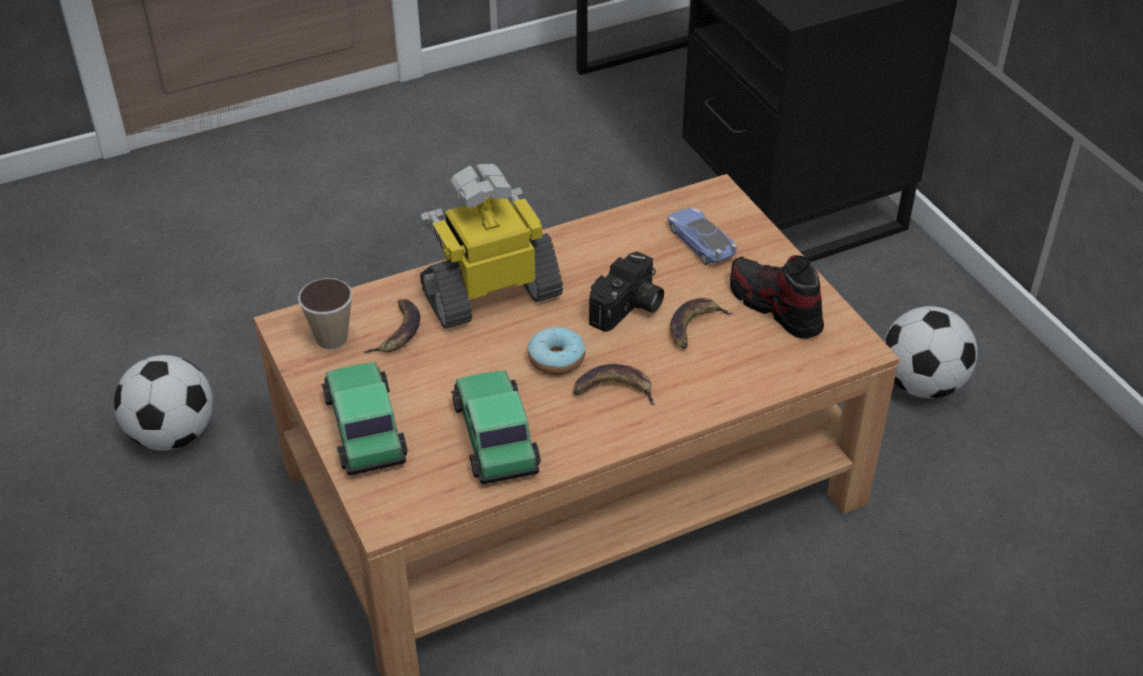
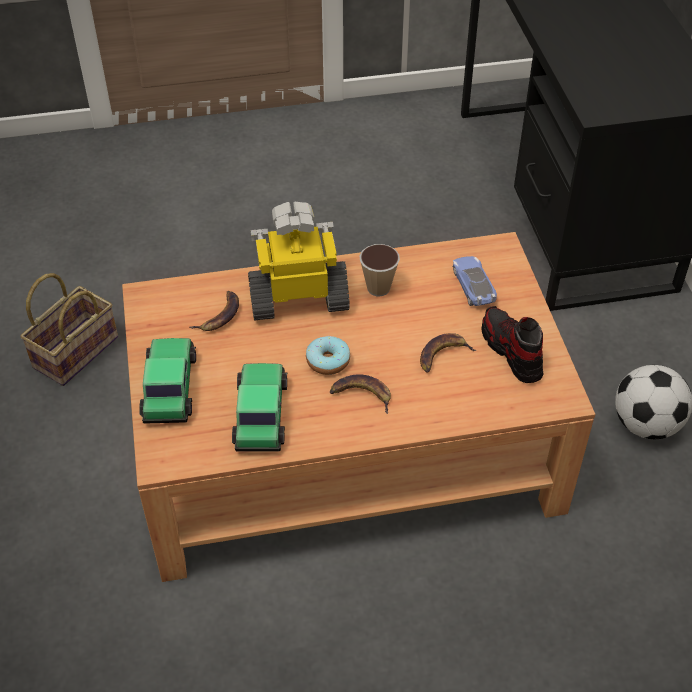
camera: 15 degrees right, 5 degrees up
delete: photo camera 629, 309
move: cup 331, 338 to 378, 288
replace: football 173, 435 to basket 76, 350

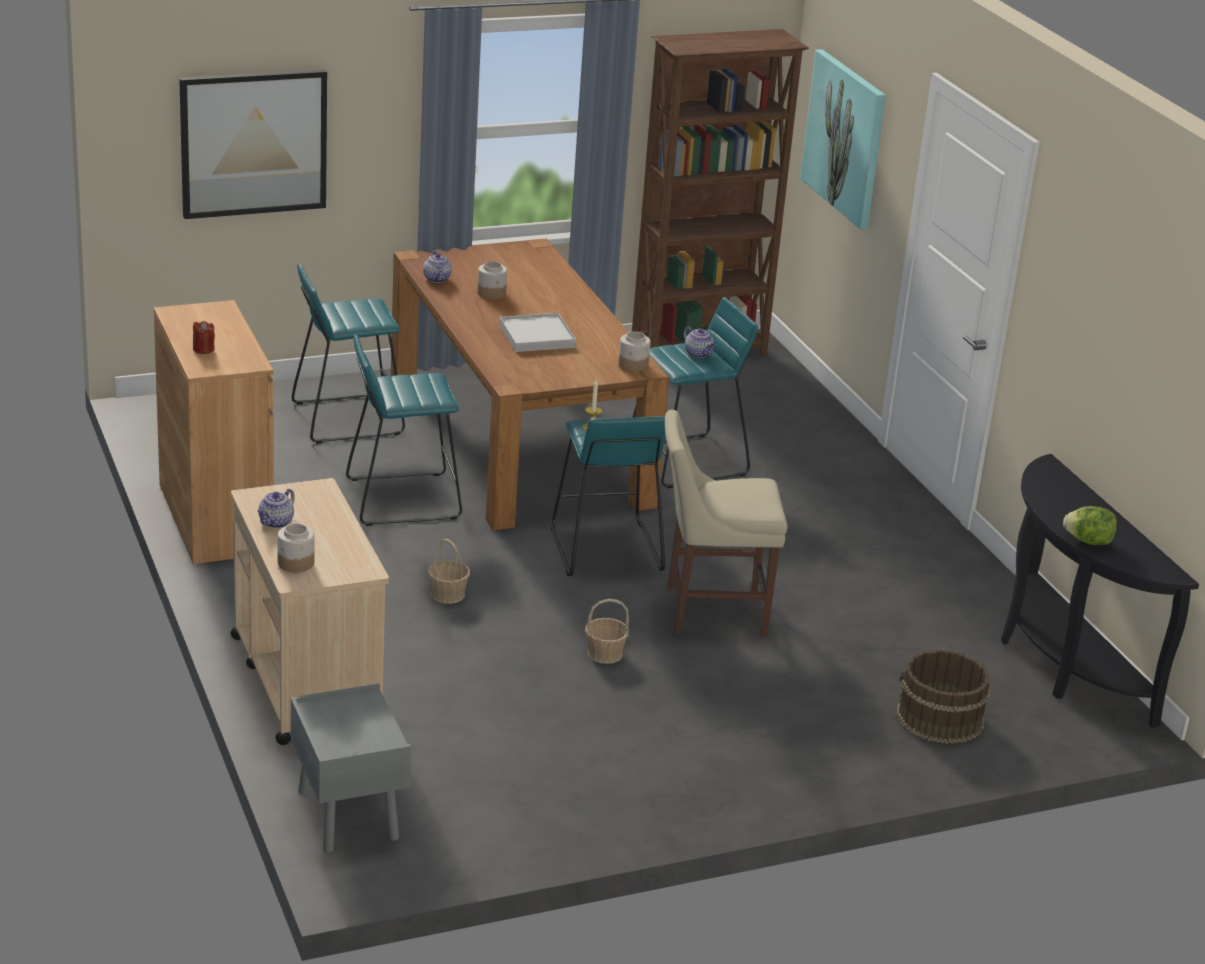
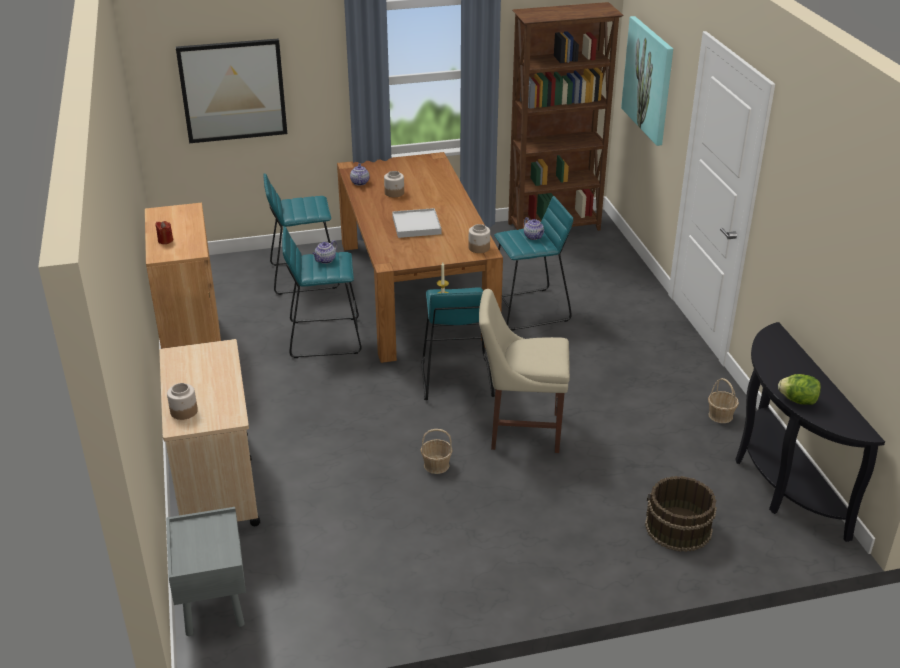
camera: 10 degrees right, 5 degrees up
move: teapot 276, 523 to 325, 260; basket 448, 594 to 720, 415

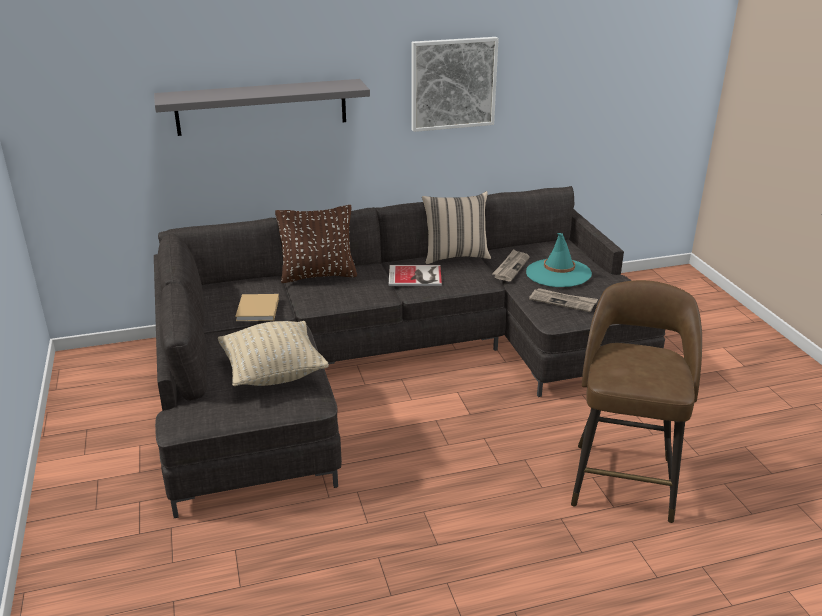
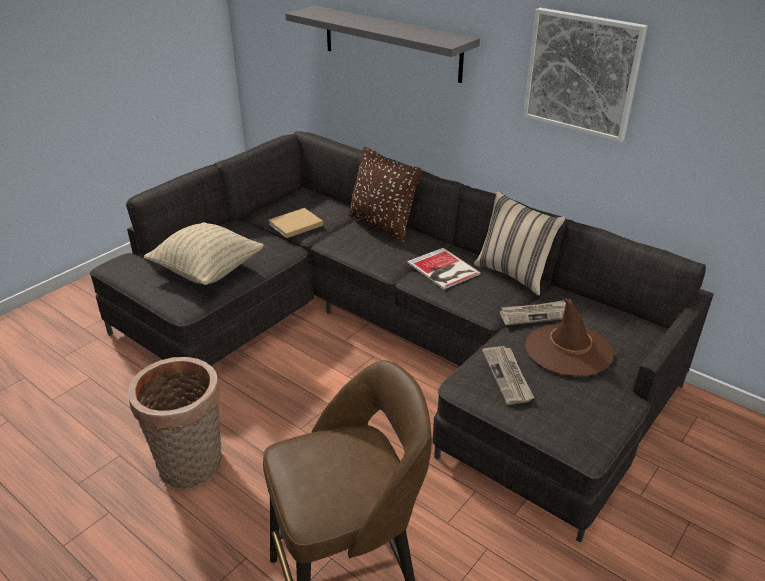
camera: 55 degrees right, 5 degrees up
insert: basket 191, 468
recolor: hat in turquoise 558, 273 to hat in brown 568, 350

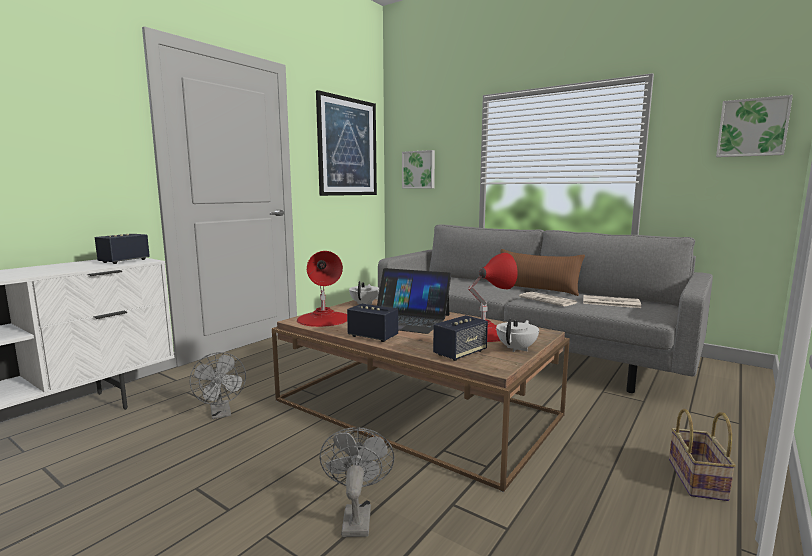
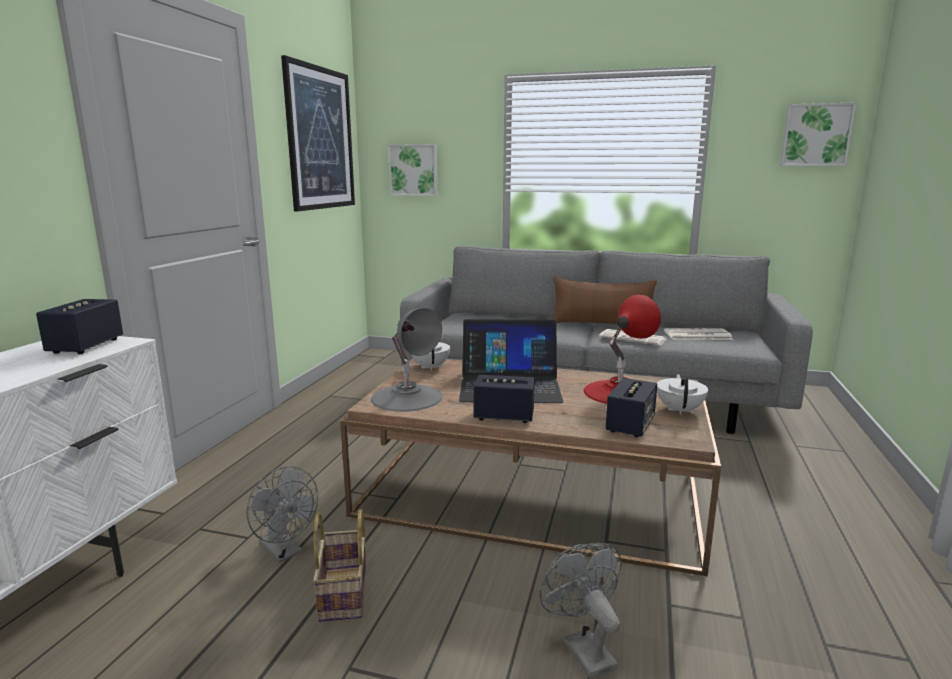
camera: 20 degrees left, 5 degrees up
move: basket 699, 480 to 344, 594
recolor: table lamp in red 323, 319 to table lamp in grey 407, 397

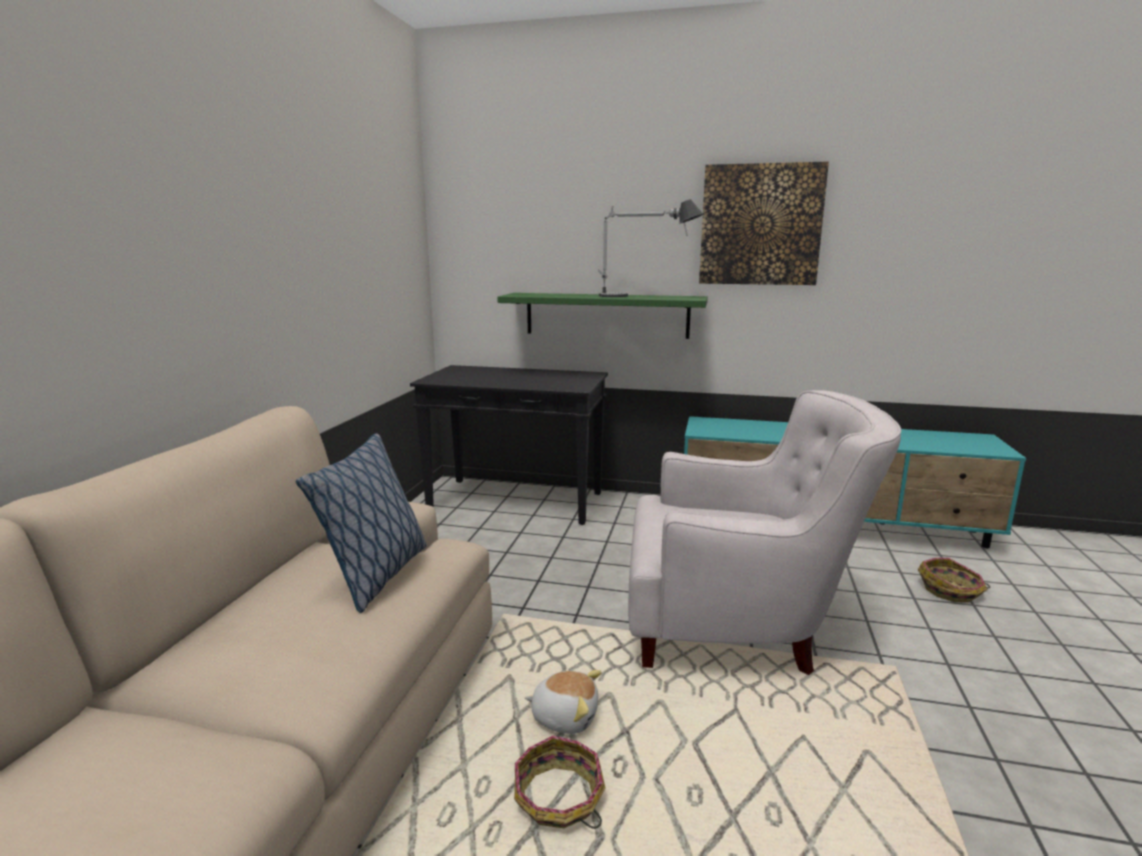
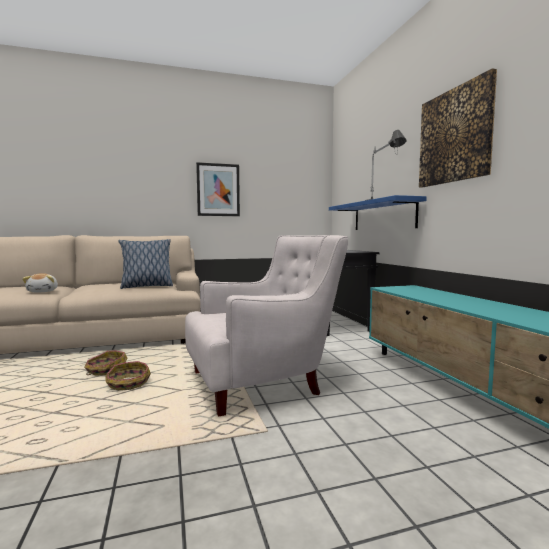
camera: 60 degrees right, 10 degrees down
insert: picture 218, 190
move: plush toy 565, 716 to 43, 291; basket 951, 590 to 128, 384
recolor: shelf in green 606, 315 to shelf in blue 383, 216
rotate: armchair in white 737, 625 = 265, 381 90 degrees counterclockwise

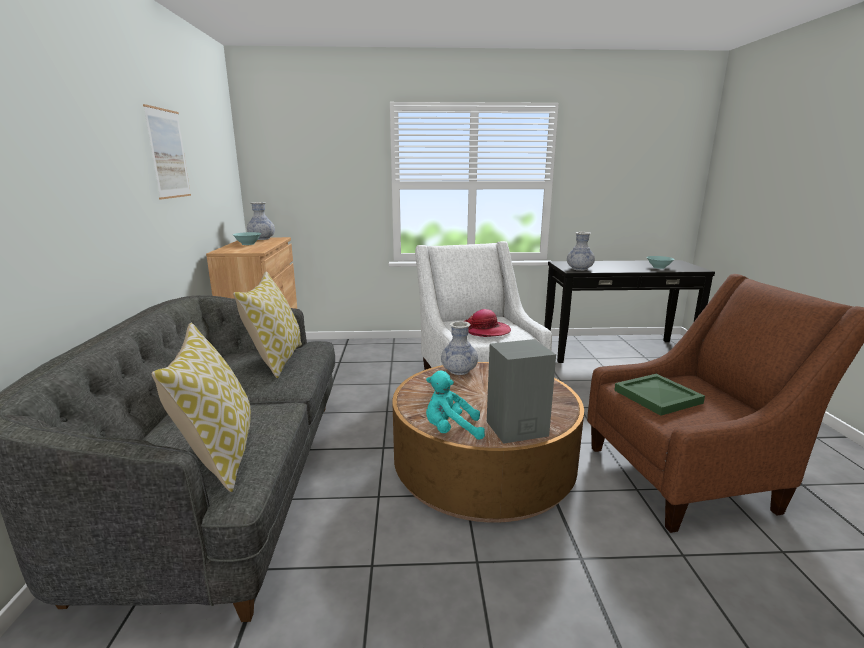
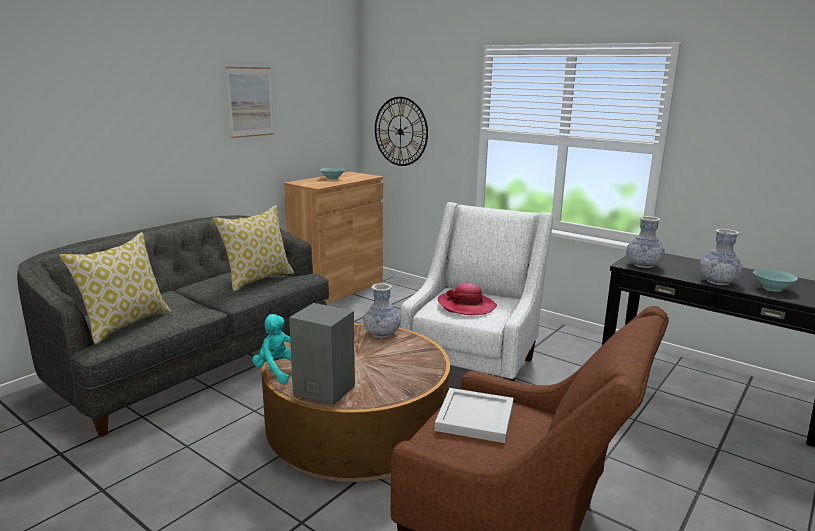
camera: 40 degrees right, 0 degrees up
insert: wall clock 400, 131
move: vase 262, 239 to 718, 281
recolor: tray in green 657, 396 to tray in white 476, 417

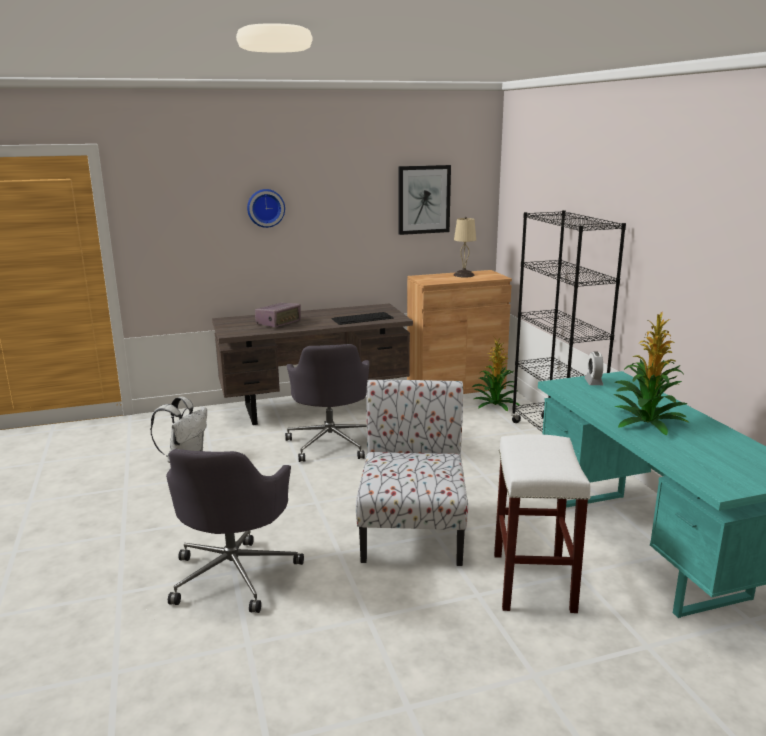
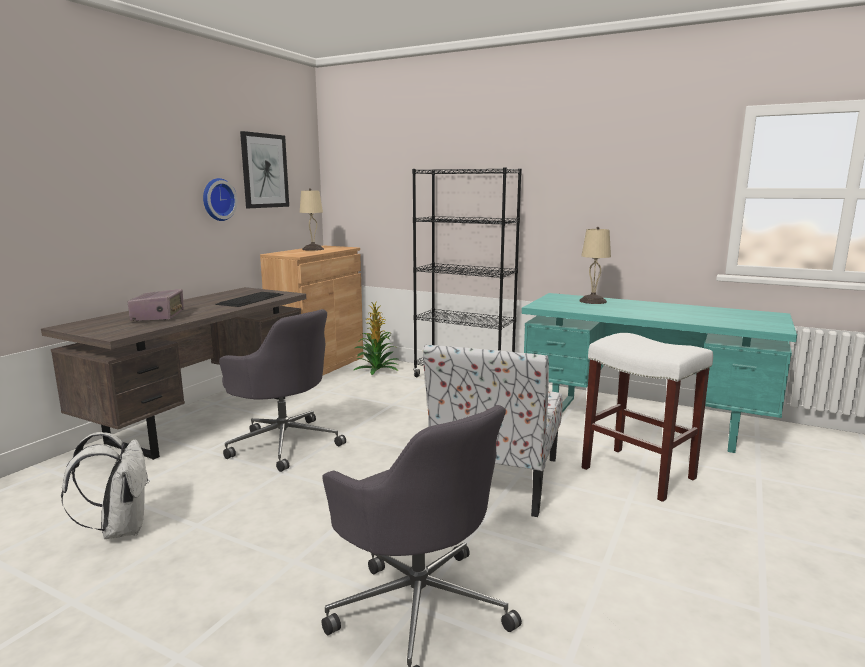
camera: 45 degrees left, 5 degrees down
delete: alarm clock 593, 382; potted plant 647, 423
insert: table lamp in beige 593, 301
move: wall clock 265, 208 to 217, 199
rotate: chair 412, 529 = 495, 479 120 degrees counterclockwise

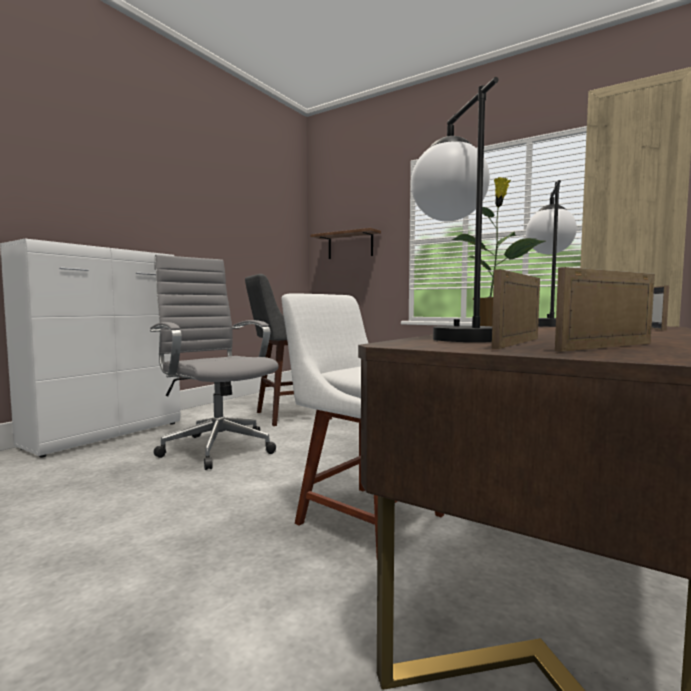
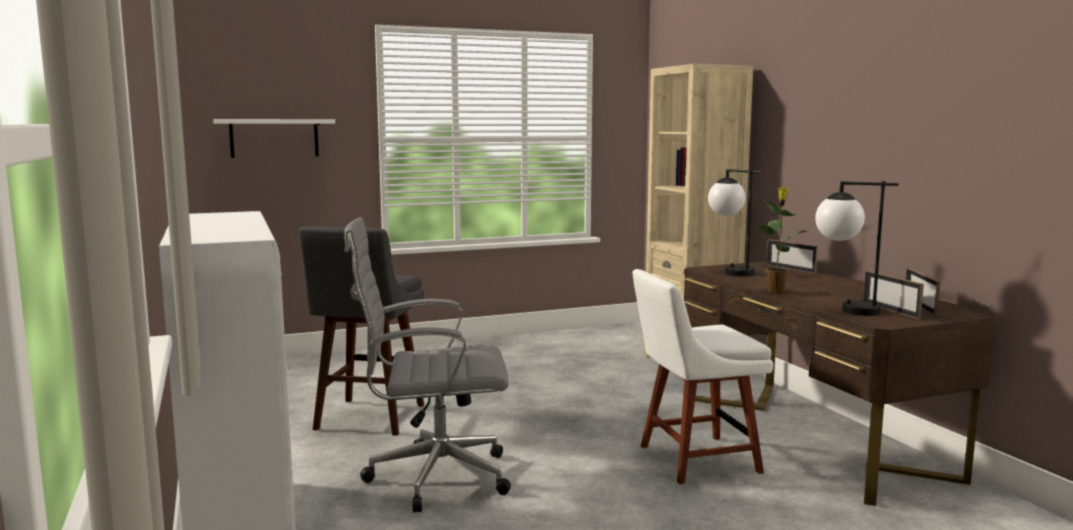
camera: 55 degrees left, 5 degrees up
recolor: shelf in brown 350, 245 to shelf in white 274, 138

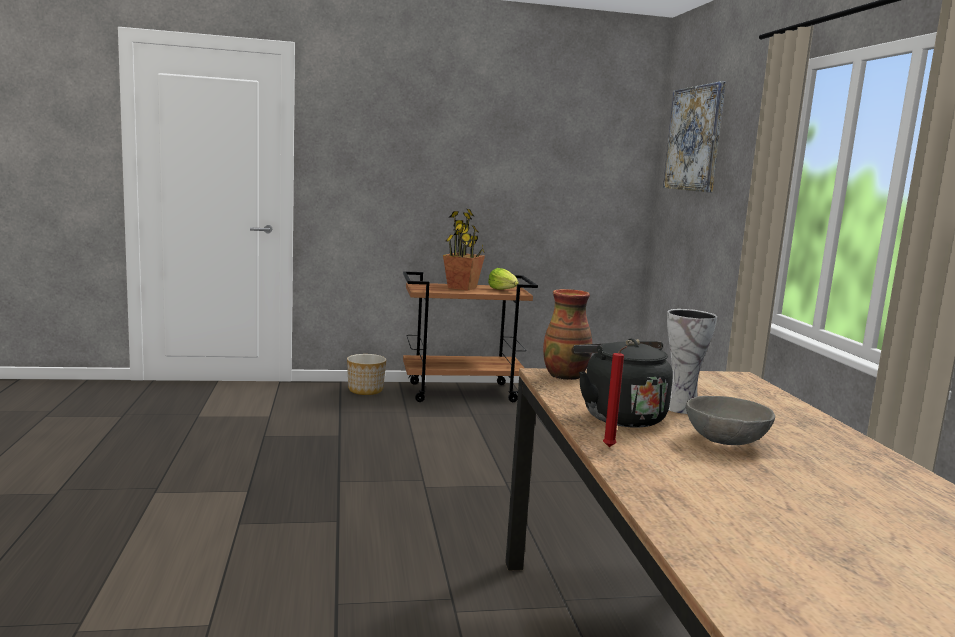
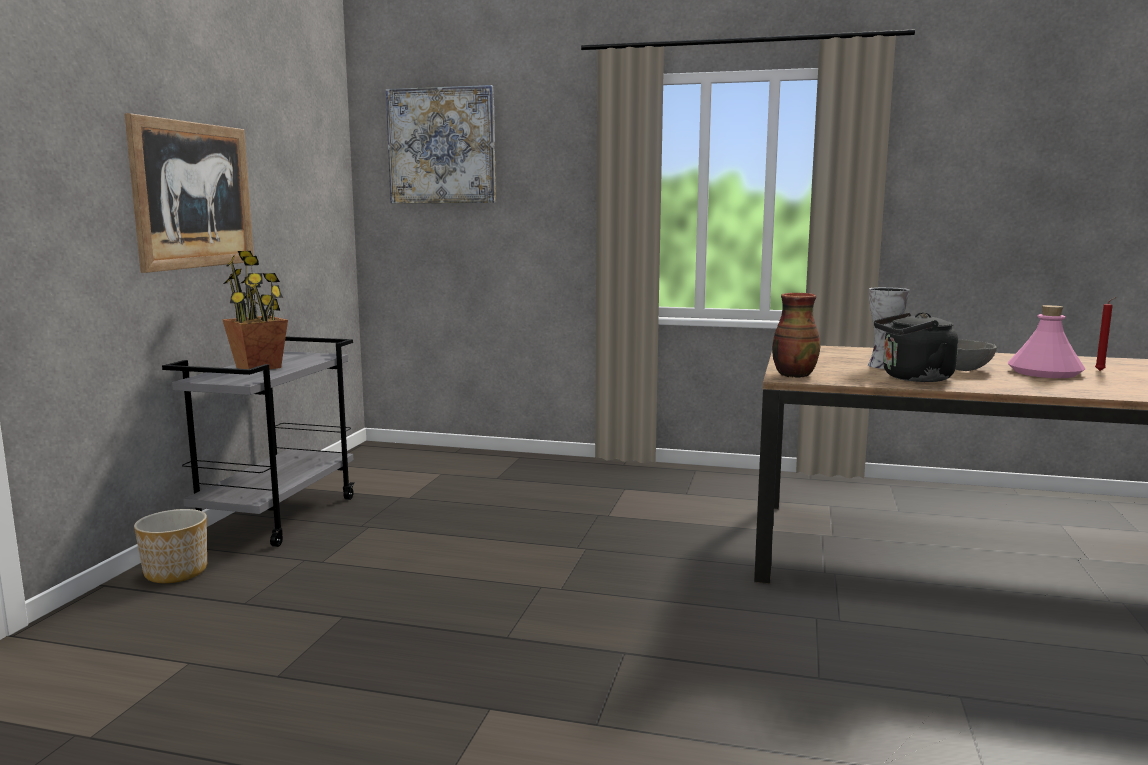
camera: 65 degrees left, 0 degrees up
delete: lettuce 503, 290
insert: picture 193, 195; bottle in pink 1044, 373
move: candle in red 610, 448 to 1101, 371
recolor: cart in brown 463, 392 to cart in grey 278, 516

